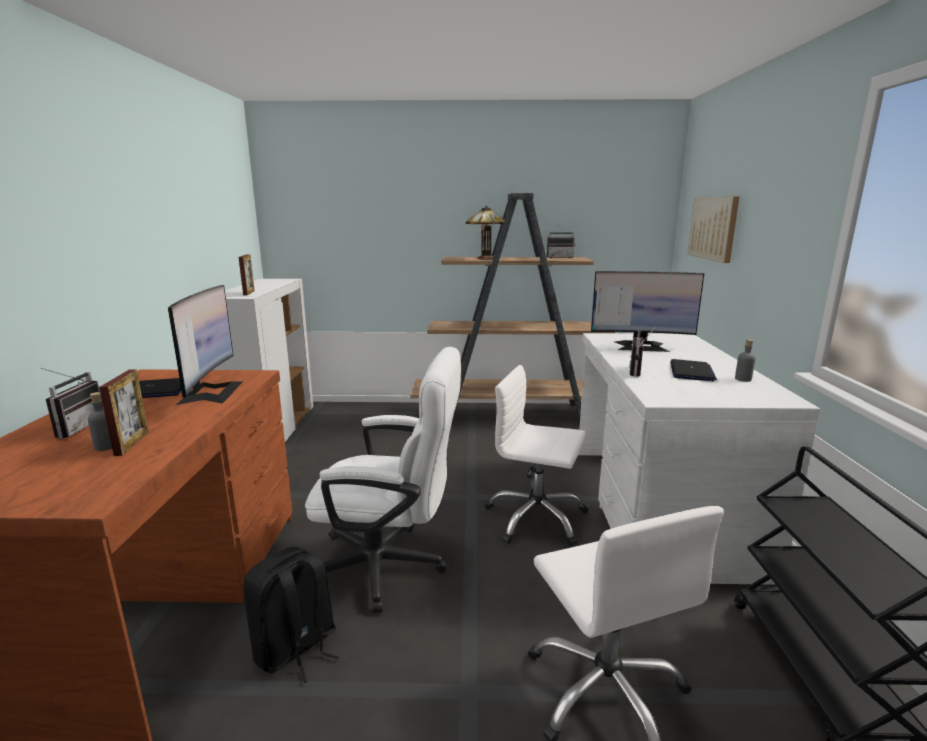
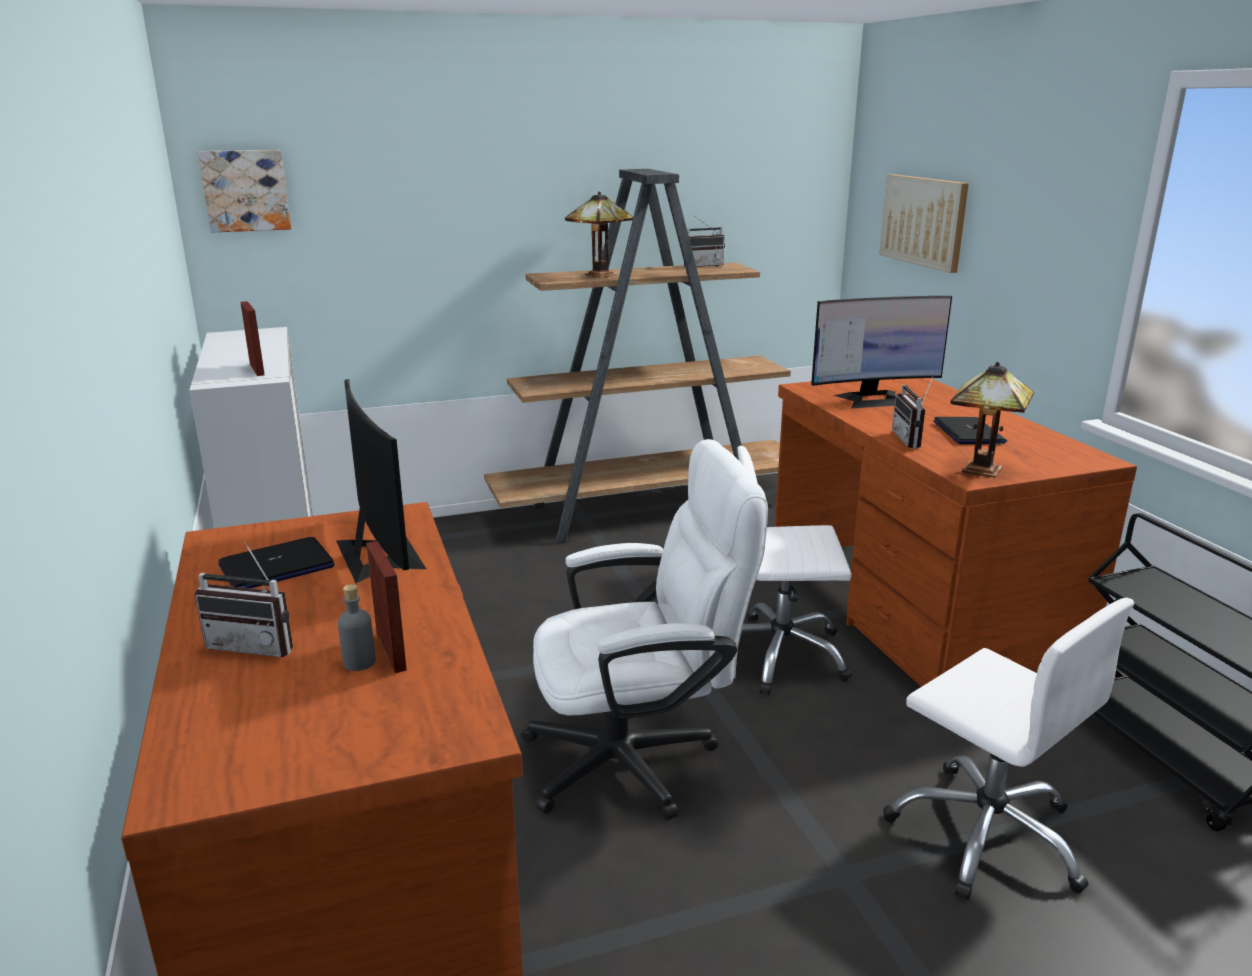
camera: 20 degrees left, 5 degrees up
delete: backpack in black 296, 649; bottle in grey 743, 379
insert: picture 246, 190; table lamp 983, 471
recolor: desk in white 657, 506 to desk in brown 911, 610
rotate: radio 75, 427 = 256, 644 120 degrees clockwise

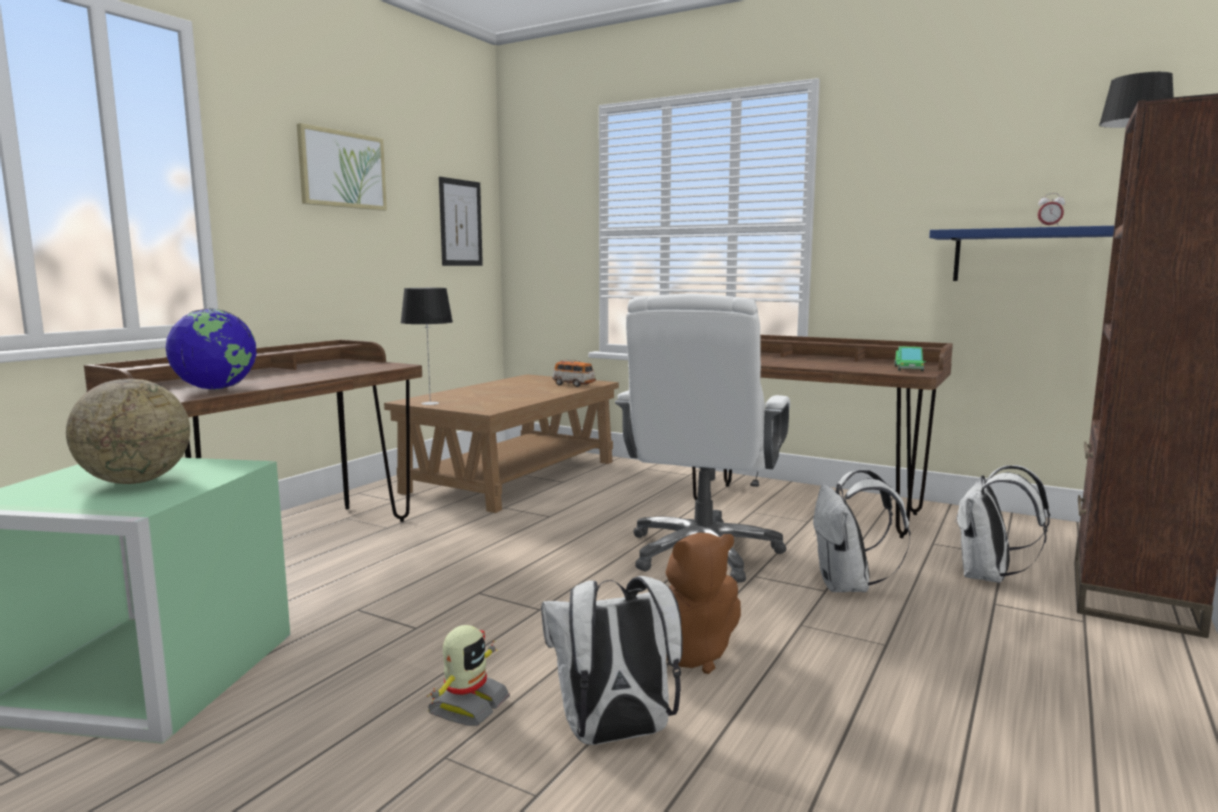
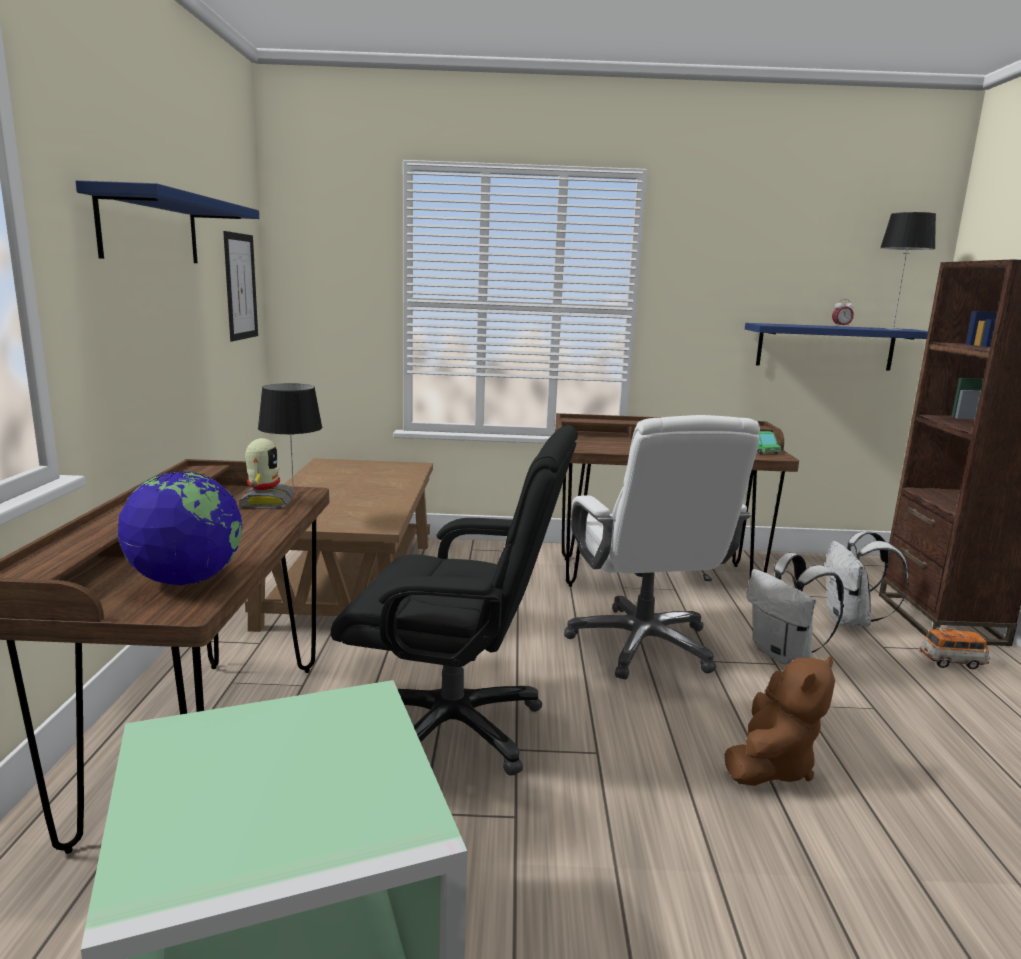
camera: 30 degrees left, 5 degrees up
delete: globe 136, 481; backpack in white 614, 735
insert: office chair in black 454, 726
move: toy robot 467, 706 to 266, 502; toy car 574, 385 to 952, 662
replace: picture 342, 170 to shelf in blue 150, 229

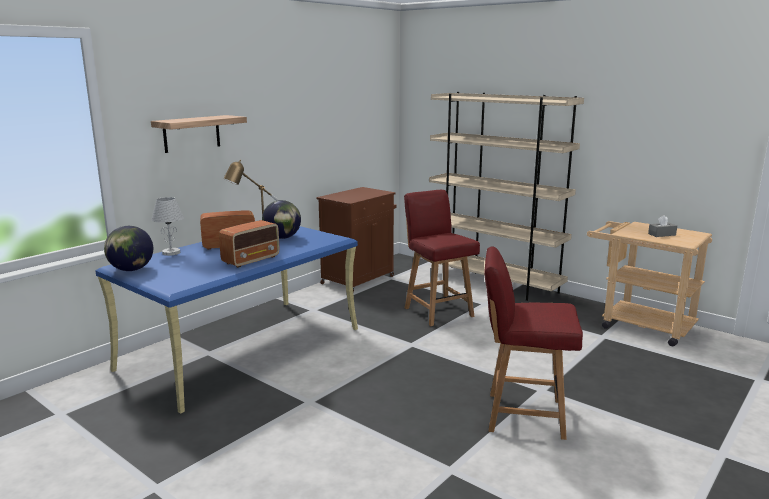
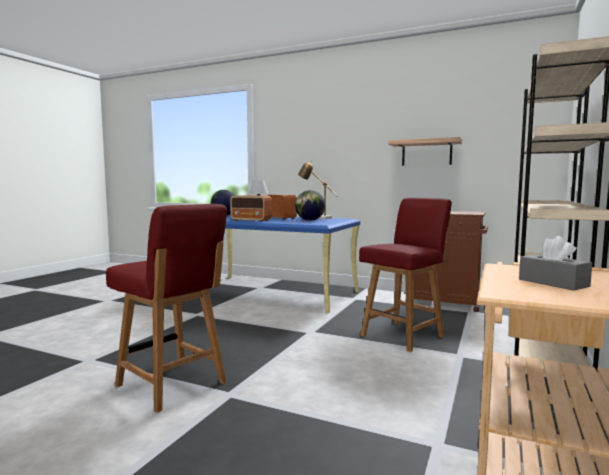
camera: 75 degrees right, 10 degrees down
move: shelf 191, 133 to 426, 153
rotate: chair in red 523, 415 = 172, 385 135 degrees clockwise

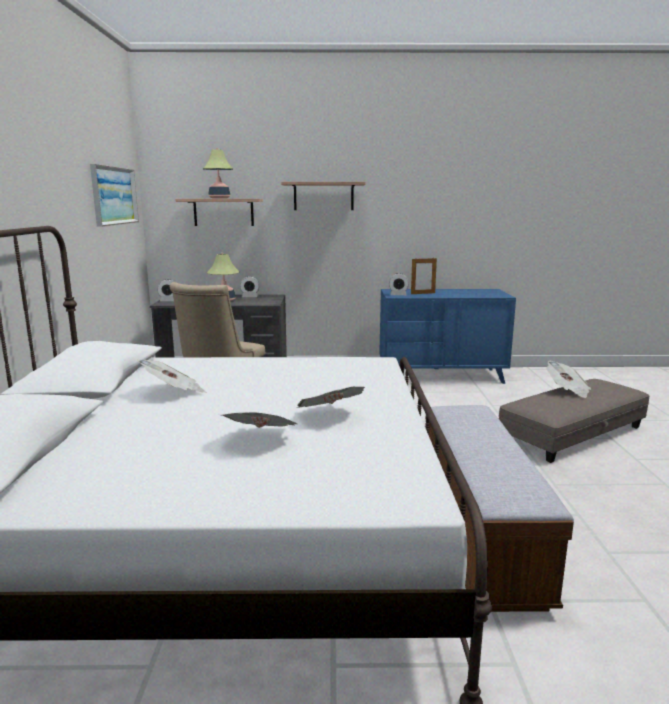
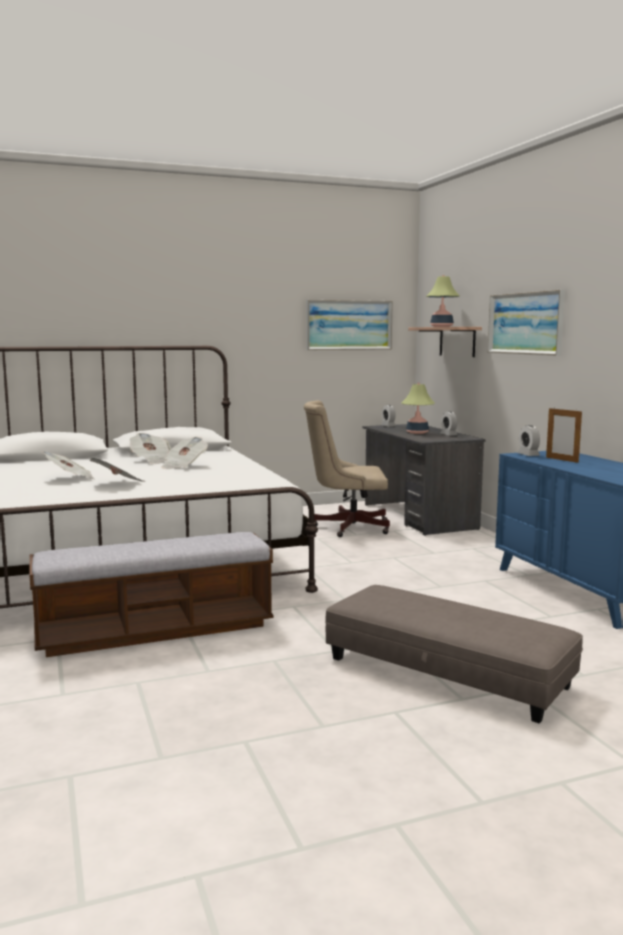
camera: 70 degrees right, 5 degrees down
move: newspaper 567, 390 to 183, 466
replace: shelf 323, 196 to picture 525, 323

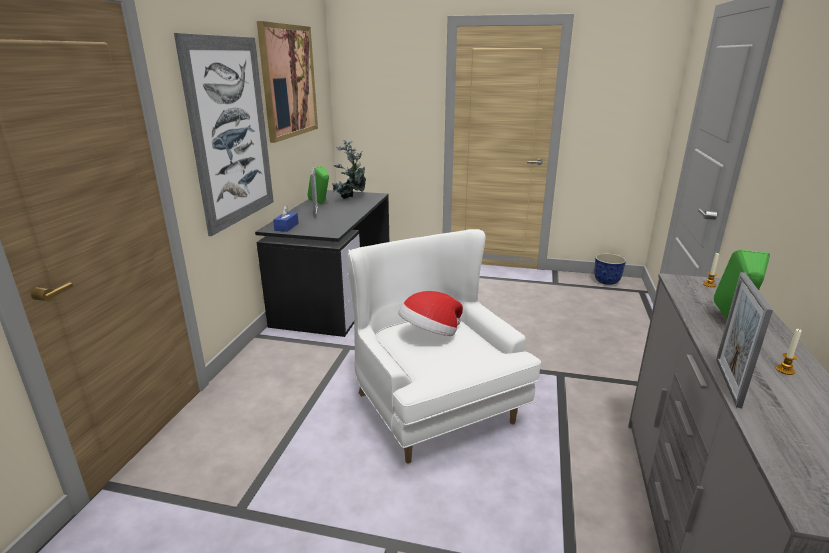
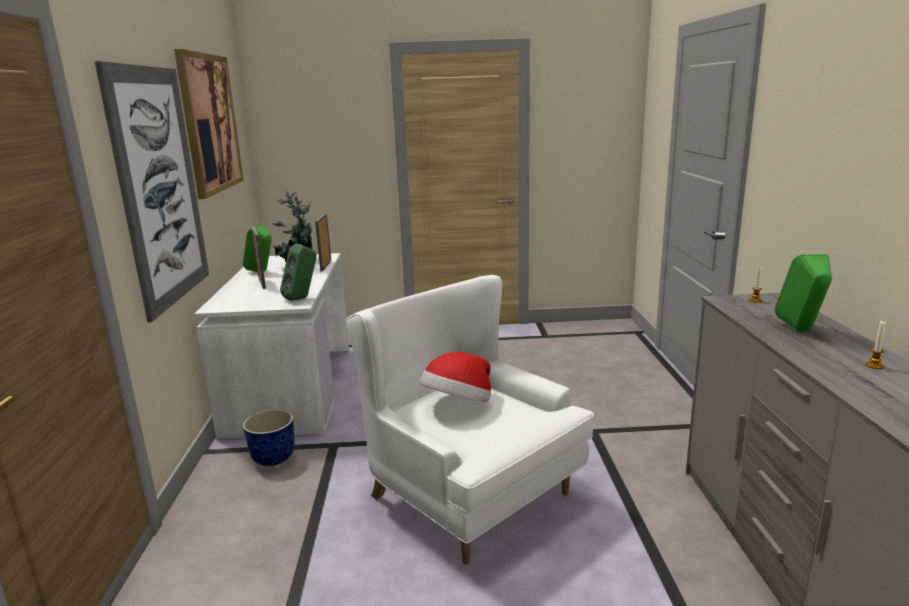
camera: 15 degrees left, 5 degrees down
delete: tissue box in blue 286, 227
insert: speaker in green 302, 298
move: planter 607, 282 to 274, 459; picture frame 727, 382 to 326, 266
recolor: desk in black 335, 296 to desk in white 291, 387

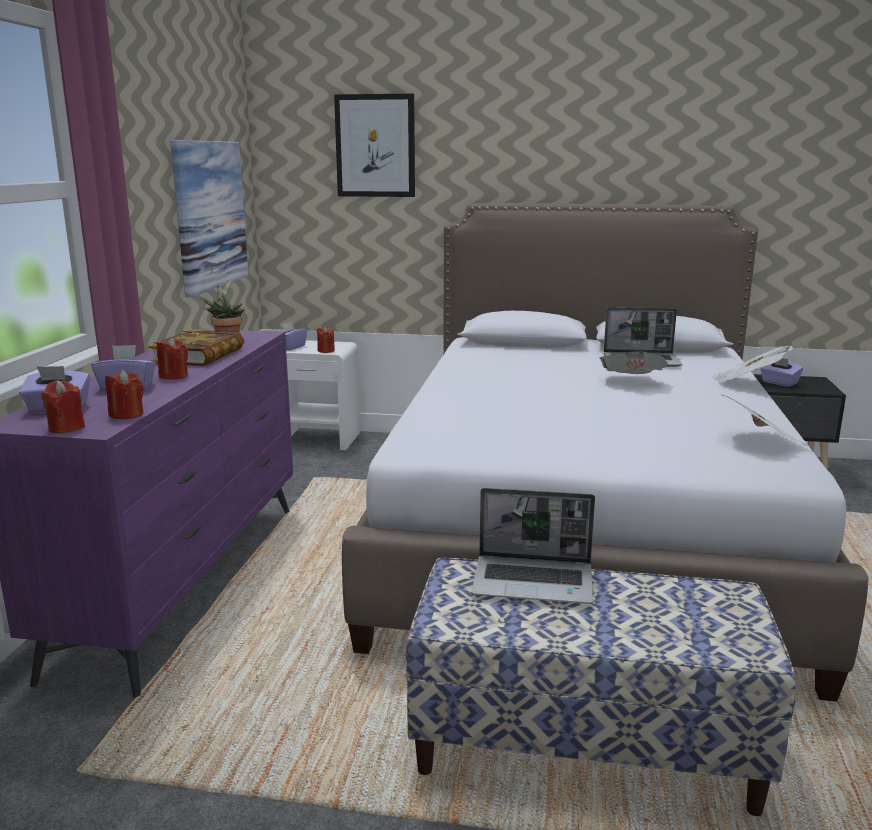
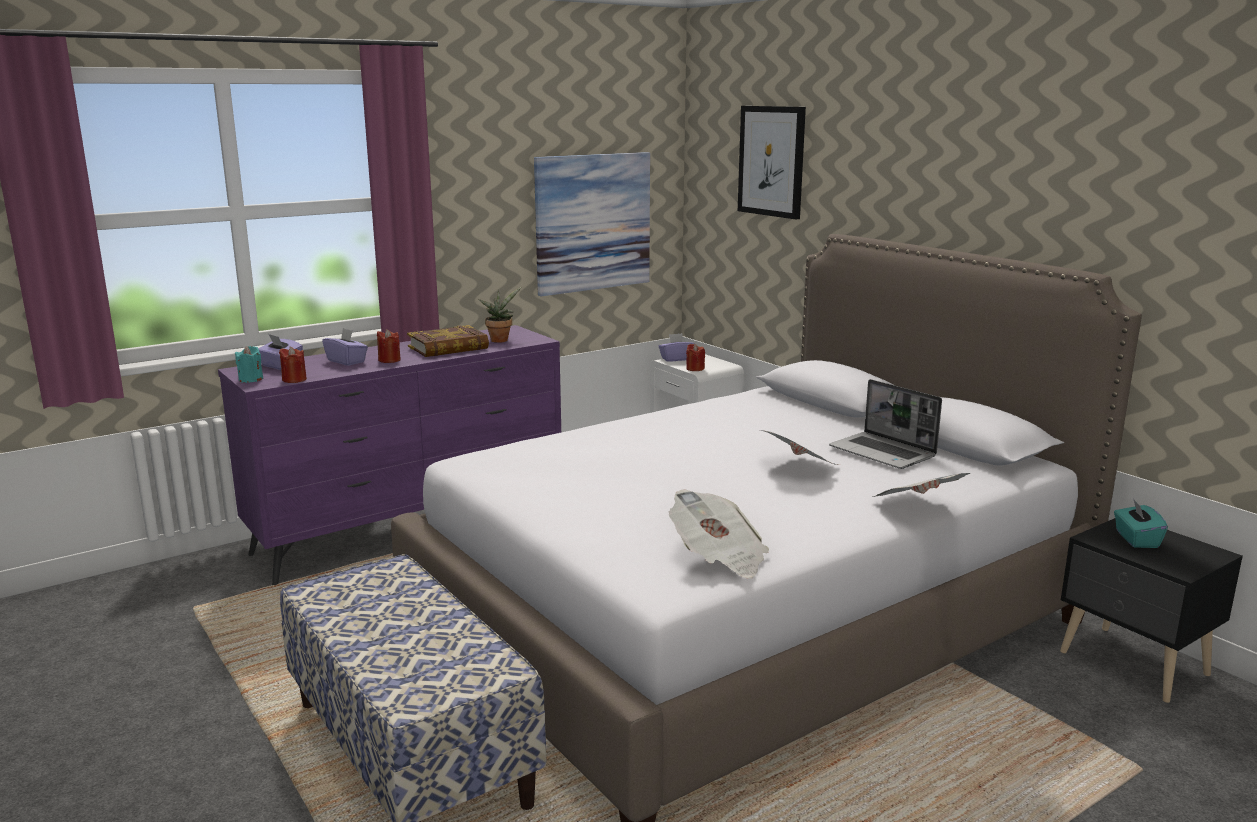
camera: 45 degrees right, 0 degrees up
delete: laptop 534, 581
recolor: candle in red 66, 428 to candle in turquoise 251, 379; tissue box in purple 779, 383 to tissue box in turquoise 1136, 539

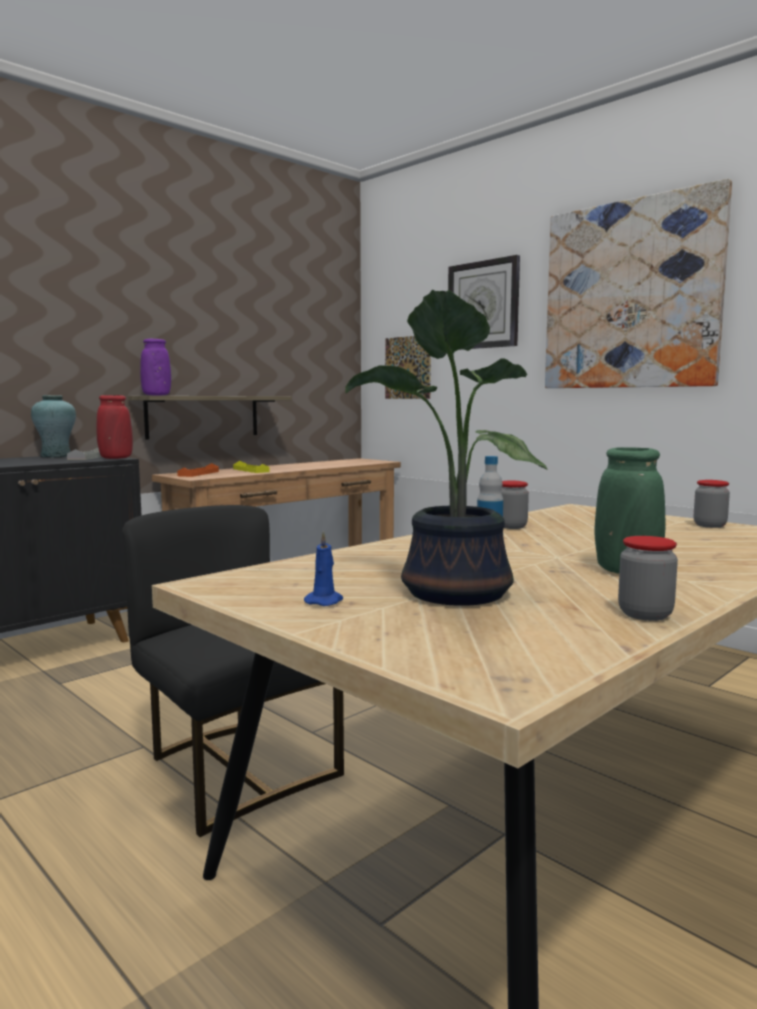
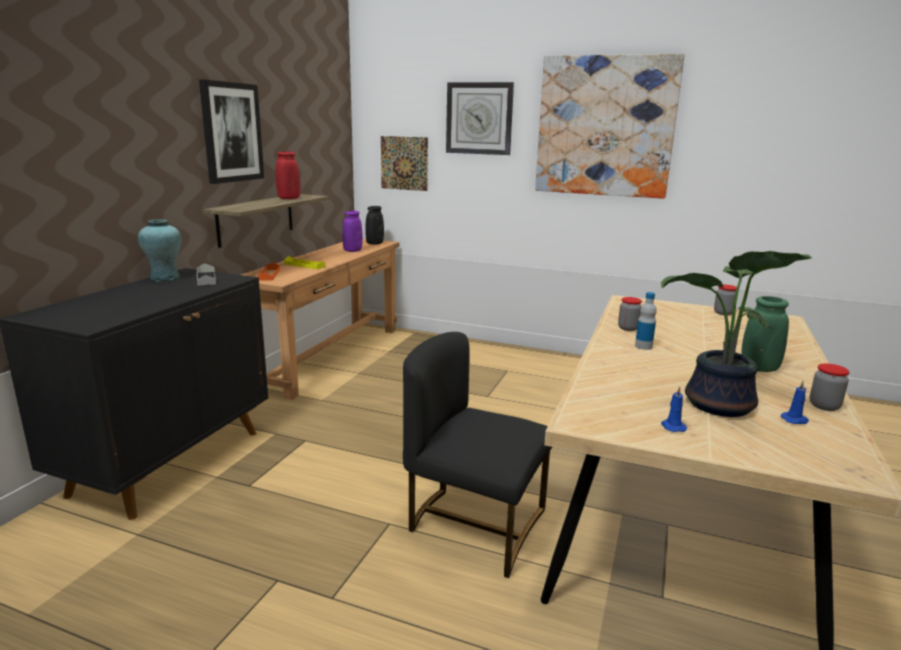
camera: 25 degrees left, 10 degrees up
insert: picture 232, 132; vase in black 374, 243; candle in blue 795, 420
move: vase in red 116, 458 to 289, 198; vase in purple 156, 395 to 352, 251

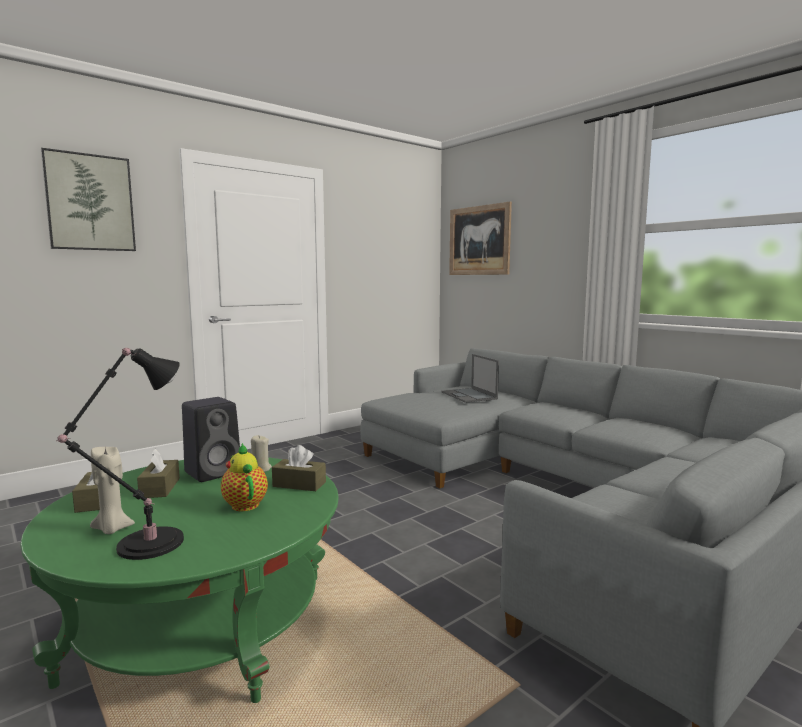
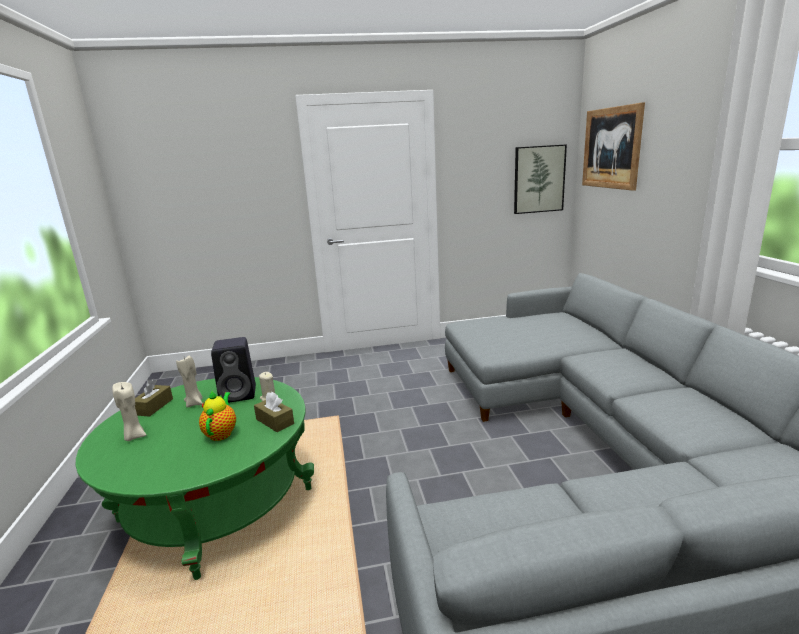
camera: 30 degrees right, 10 degrees up
delete: table lamp in black 144, 545; laptop 469, 395
move: picture 90, 202 to 539, 179
replace: tissue box in brown 160, 488 to candle in beige 195, 403

